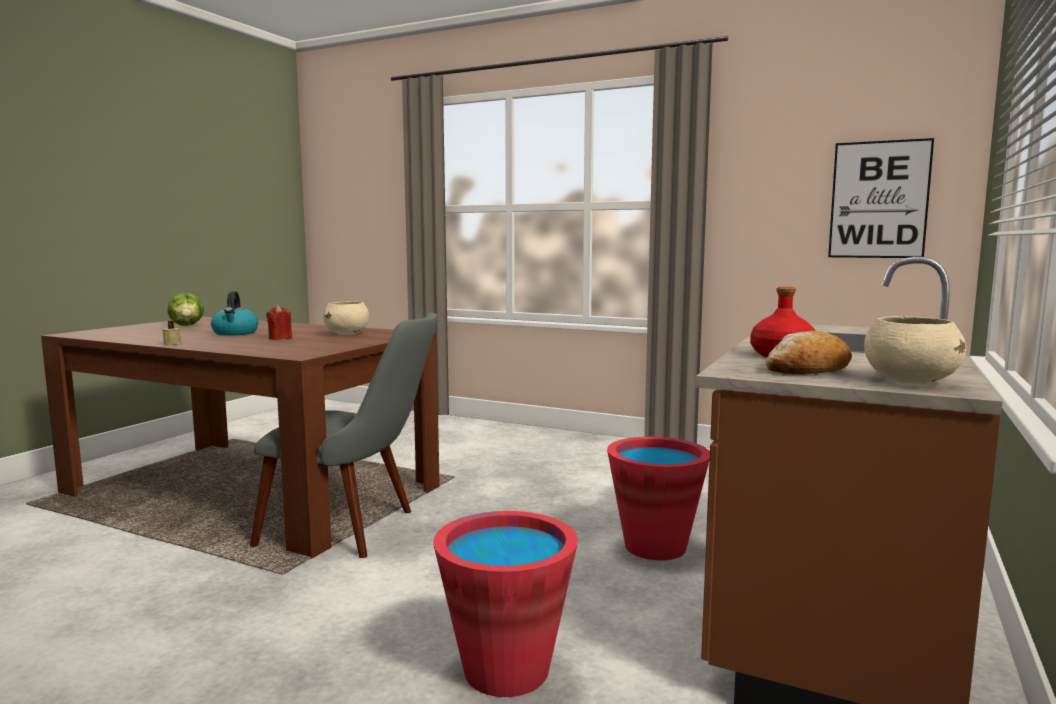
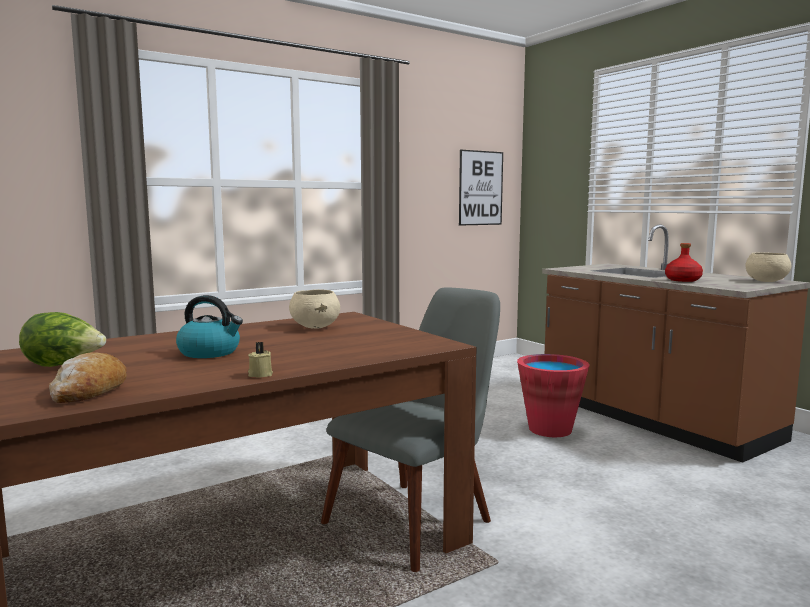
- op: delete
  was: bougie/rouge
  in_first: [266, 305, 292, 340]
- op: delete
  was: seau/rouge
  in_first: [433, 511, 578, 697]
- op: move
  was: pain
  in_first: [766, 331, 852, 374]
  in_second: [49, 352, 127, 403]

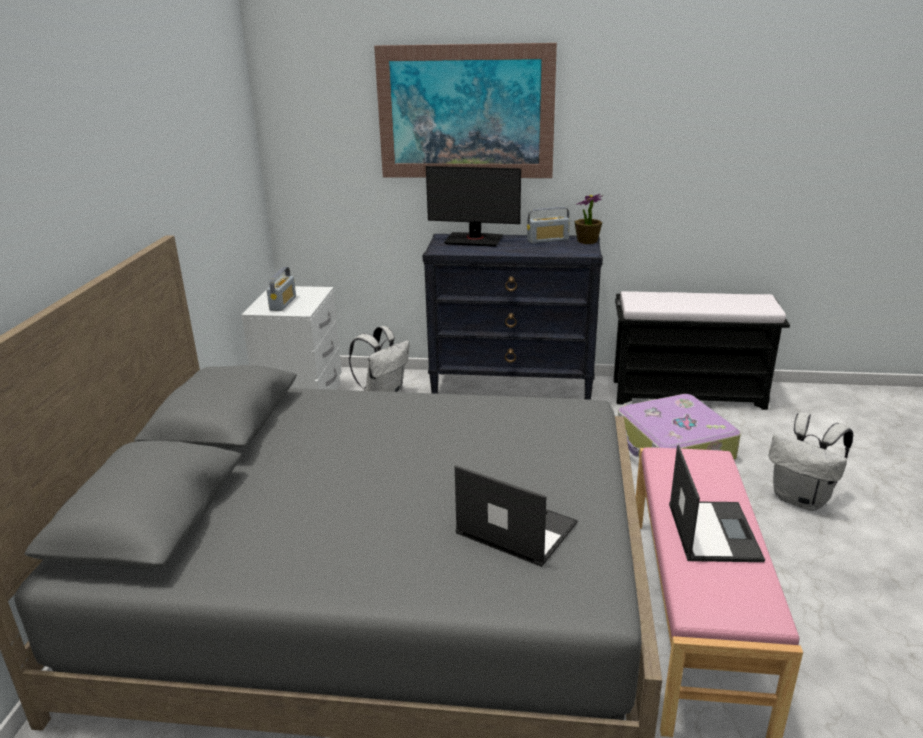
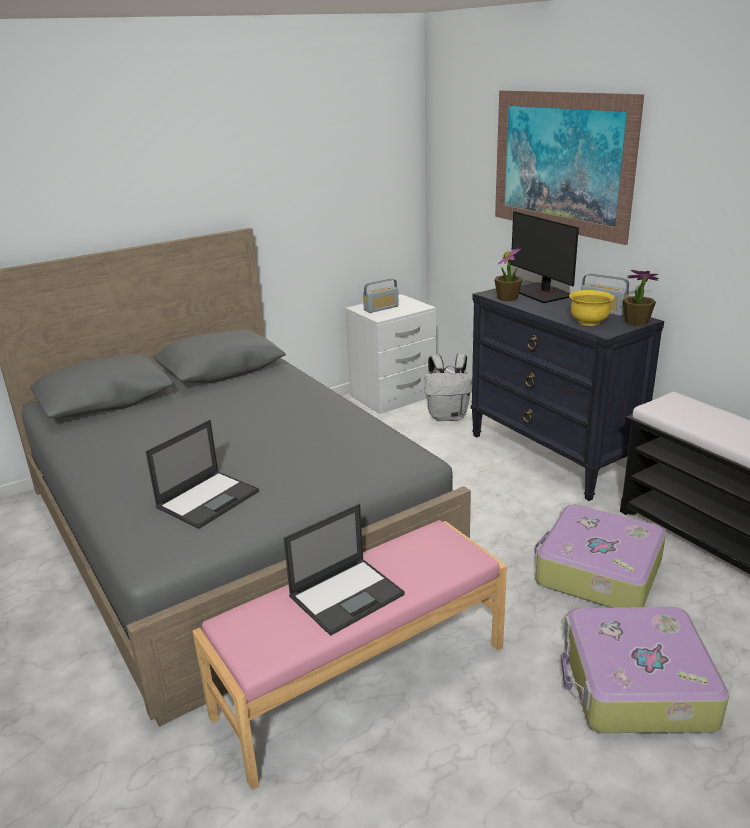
- op: insert
  now: plante en pot
  in_second: [494, 247, 523, 301]
- op: insert
  now: bol/jaune
  in_second: [569, 290, 614, 326]
- op: replace
  was: sac à dos/blanc
  now: valise
  in_first: [769, 413, 853, 511]
  in_second: [561, 607, 729, 733]
- op: rotate
  was: ordinateur portable
  in_first: [455, 465, 578, 567]
  in_second: [146, 420, 259, 529]
  clockwise: 45

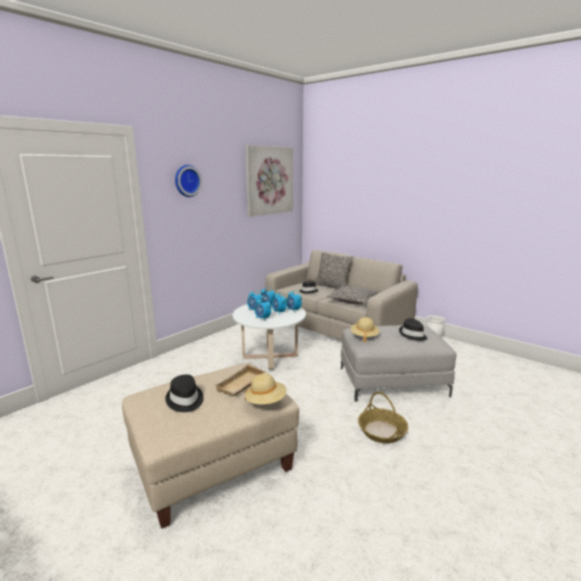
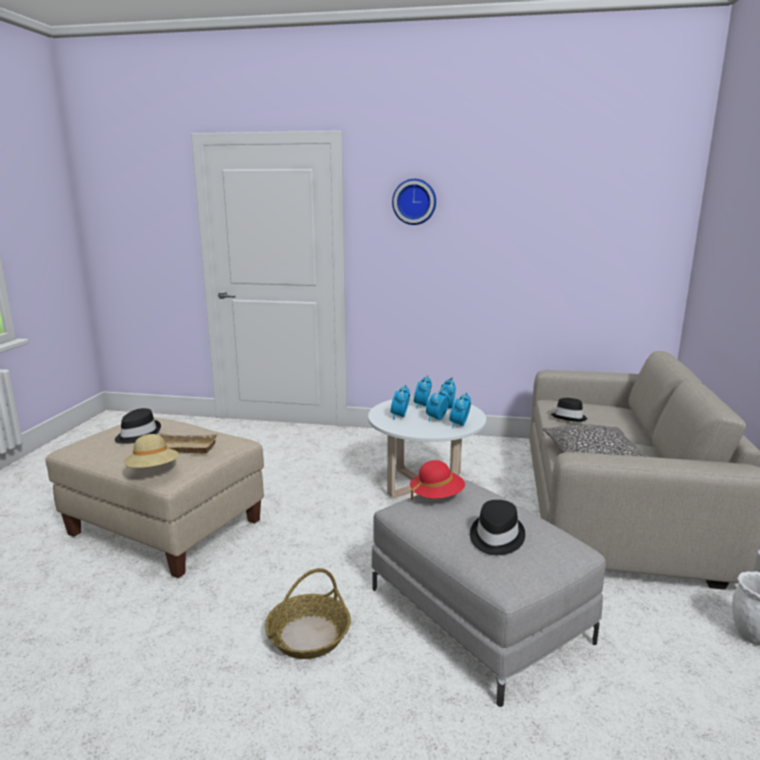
- op: delete
  was: tableau
  in_first: [246, 145, 293, 216]
- op: delete
  was: coussin
  in_first: [315, 252, 353, 289]
- op: recolor
  was: chapeau/beige
  now: chapeau/rouge
  in_first: [351, 317, 380, 342]
  in_second: [410, 460, 465, 501]

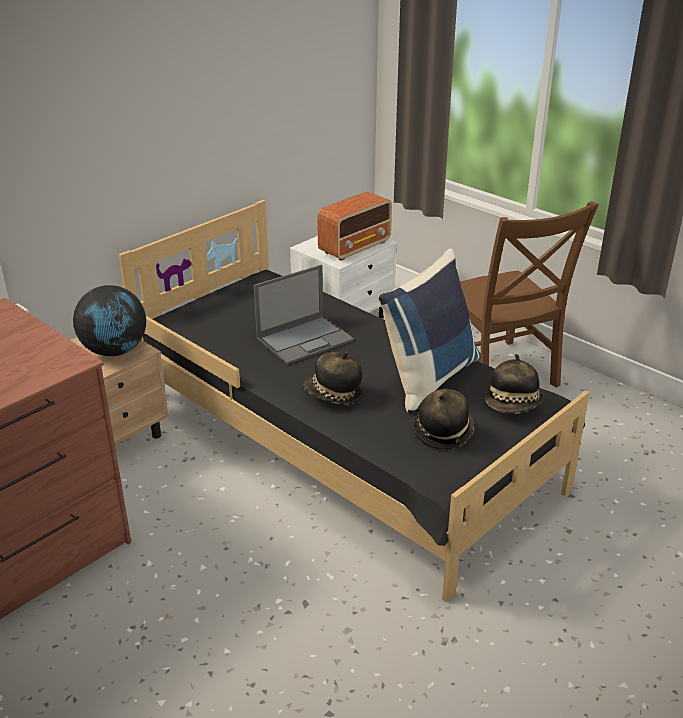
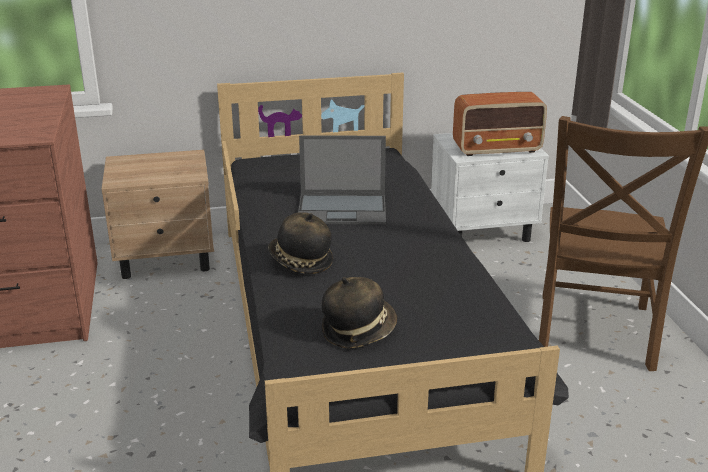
- op: delete
  was: globe
  in_first: [73, 285, 146, 356]
- op: delete
  was: coussin/bleu
  in_first: [378, 249, 481, 413]
- op: delete
  was: chapeau
  in_first: [485, 354, 543, 414]

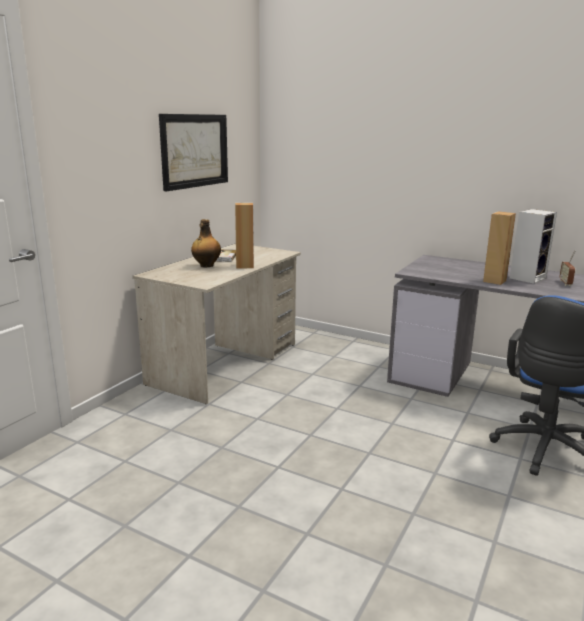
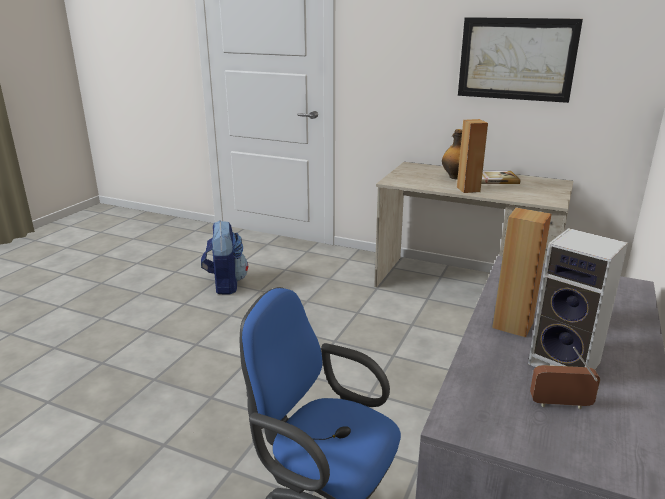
- op: insert
  now: sac à dos
  in_second: [201, 221, 248, 295]

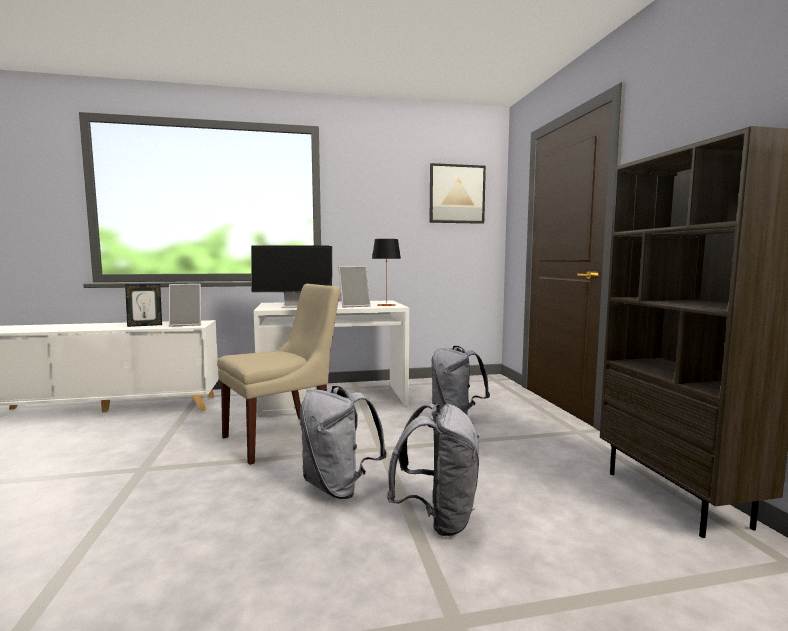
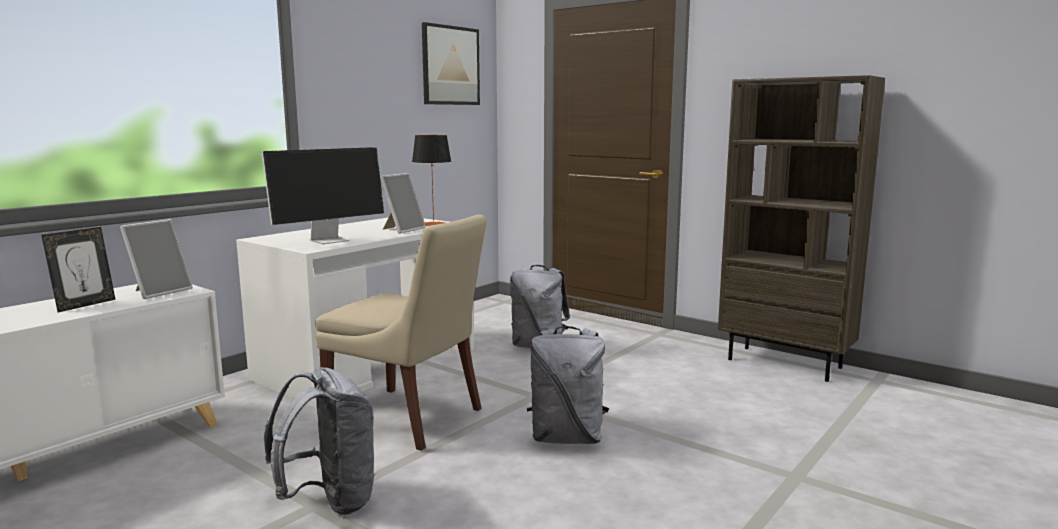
- op: move
  was: sac à dos/gris
  in_first: [387, 404, 479, 536]
  in_second: [264, 367, 376, 515]
- op: rotate
  was: chaise/beige
  in_first: [217, 284, 340, 465]
  in_second: [315, 215, 486, 451]
  clockwise: 105

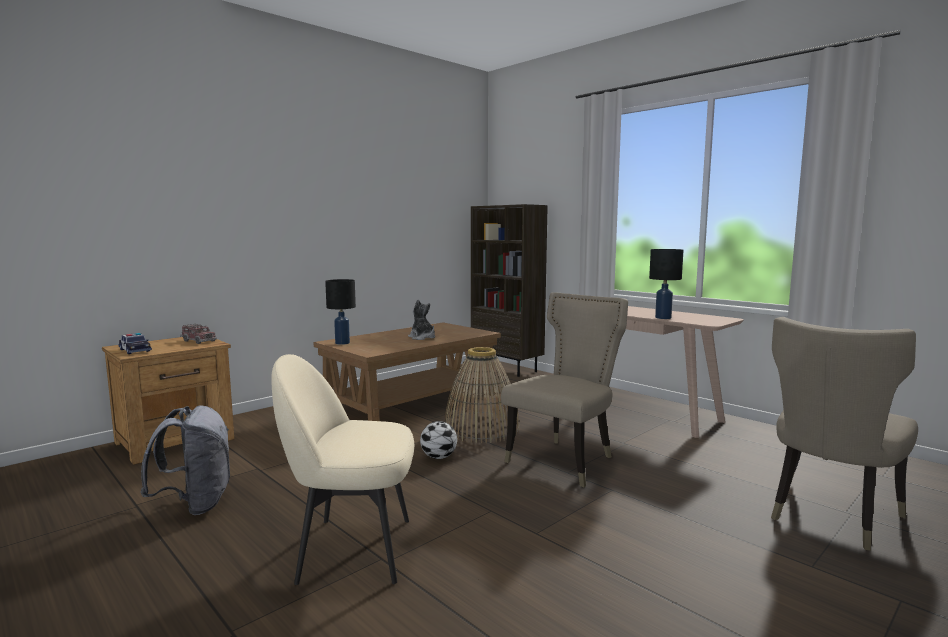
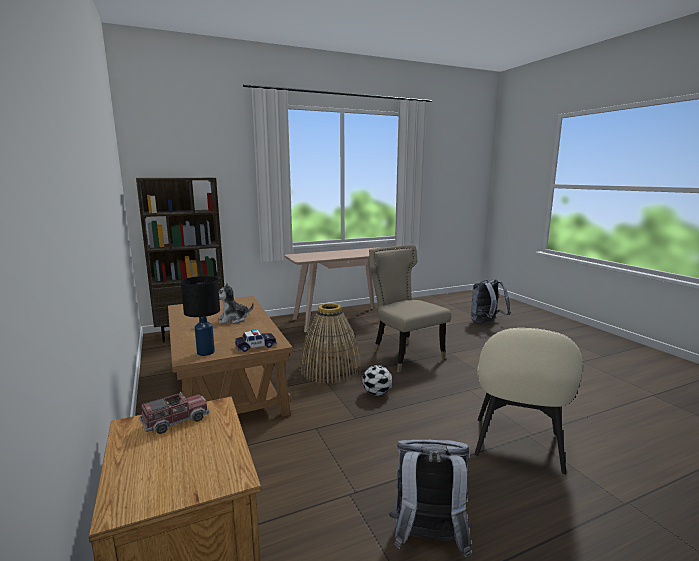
- op: delete
  was: lampe de table/noir
  in_first: [649, 249, 684, 319]
- op: move
  was: petite voiture
  in_first: [118, 333, 152, 354]
  in_second: [235, 329, 277, 352]
- op: replace
  was: chaise/beige
  now: sac à dos/gris
  in_first: [771, 317, 918, 551]
  in_second: [470, 279, 511, 323]

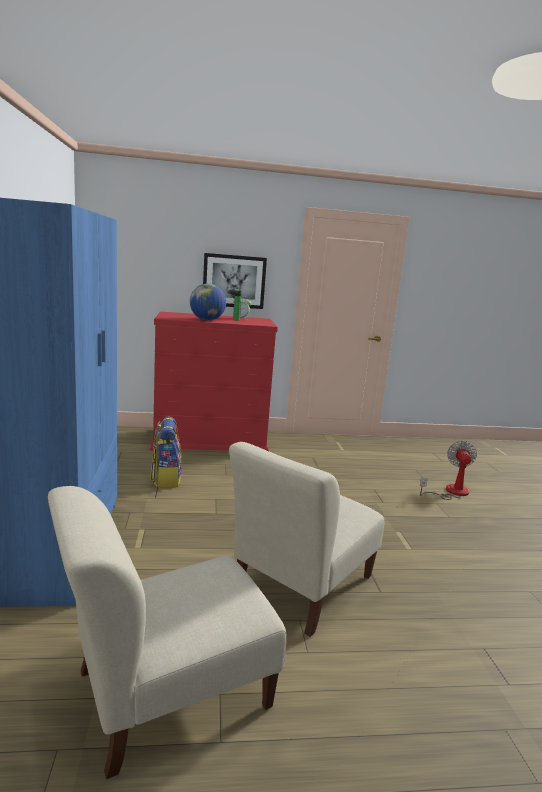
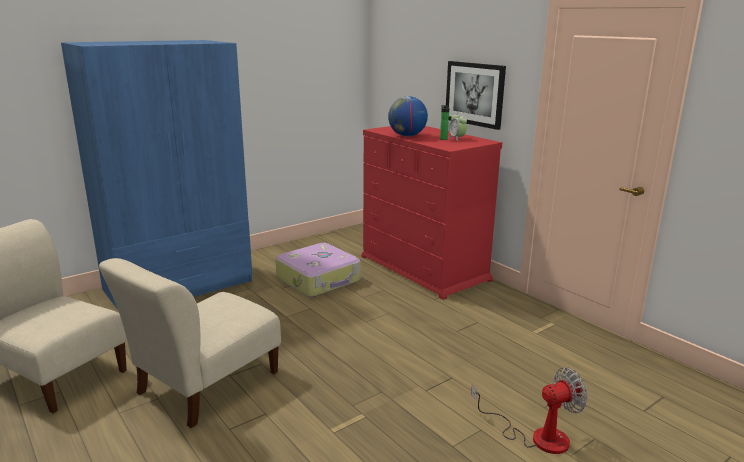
- op: replace
  was: sac à dos
  now: valise
  in_first: [150, 417, 182, 487]
  in_second: [275, 243, 360, 297]
- op: rotate
  was: chaise/beige
  in_first: [229, 442, 385, 637]
  in_second: [99, 258, 281, 428]
  clockwise: -60

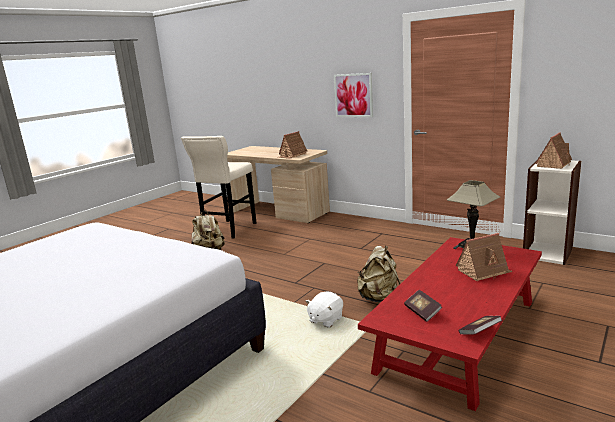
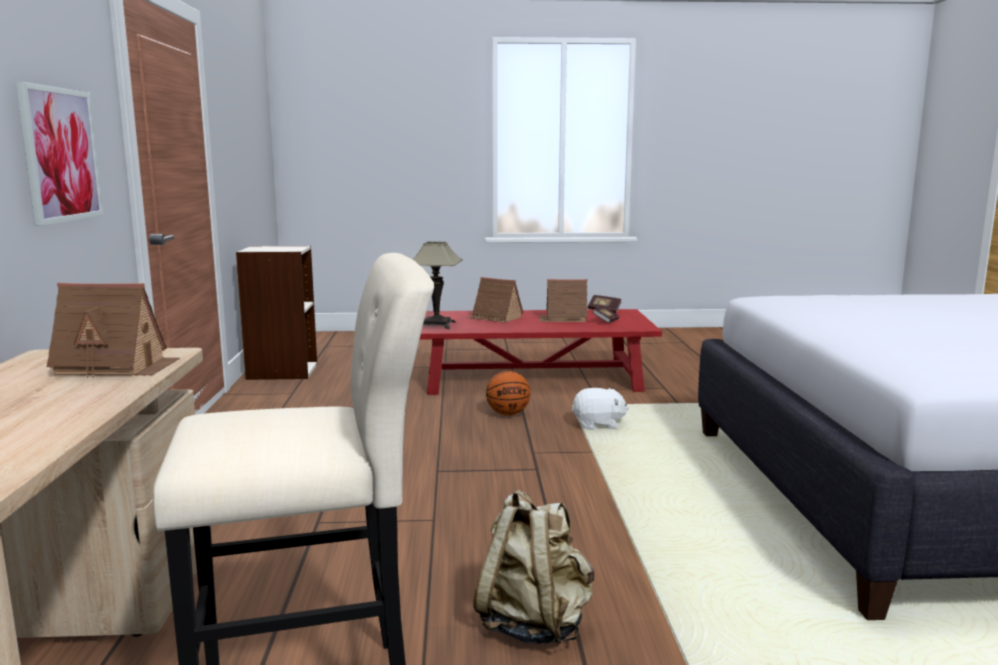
- op: move
  was: maison miniature
  in_first: [535, 132, 572, 169]
  in_second: [539, 279, 588, 322]
- op: replace
  was: sac à dos/beige
  now: ballon de basket
  in_first: [357, 246, 400, 302]
  in_second: [486, 371, 530, 415]

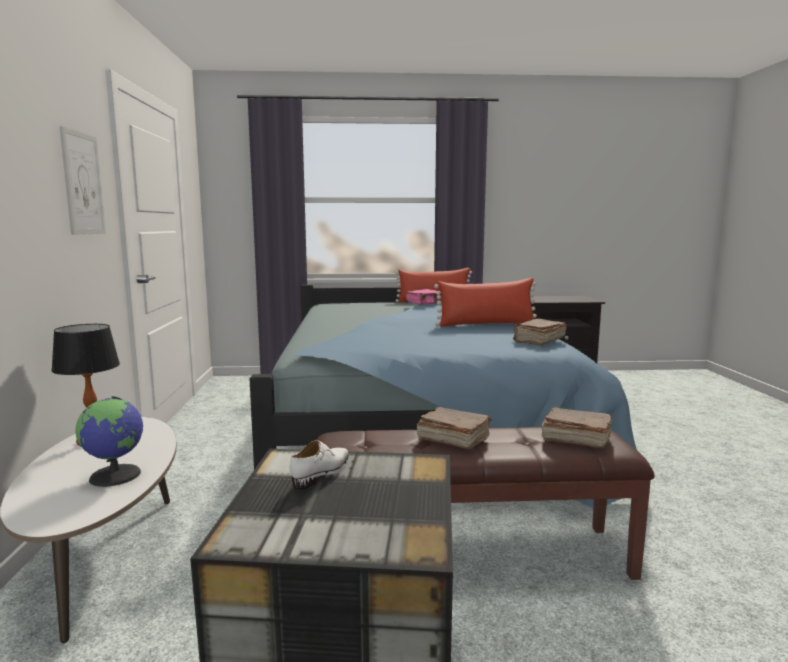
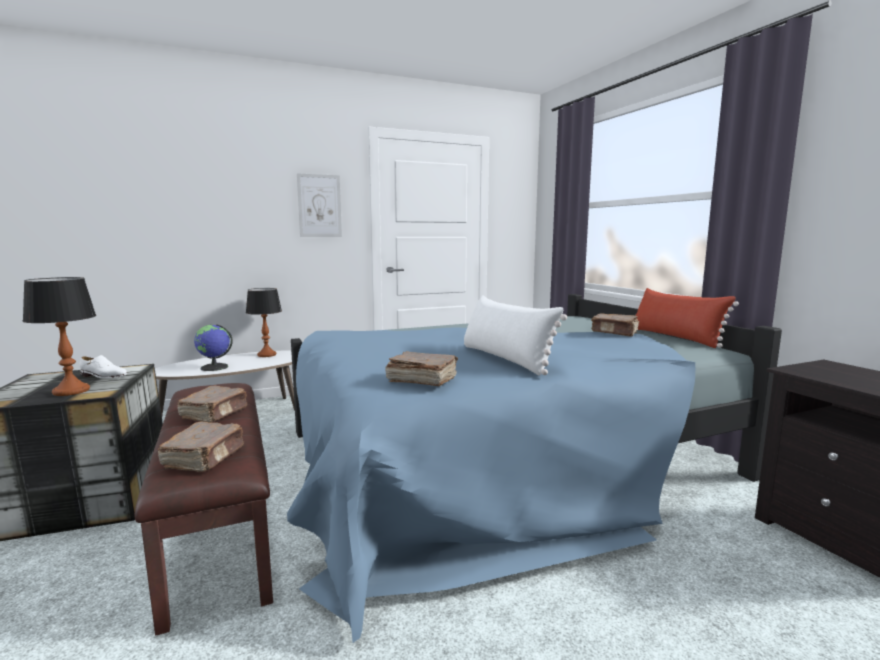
- op: insert
  now: lampe de table
  in_second: [22, 277, 96, 396]
- op: recolor
  was: livre/rose
  now: livre/marron
  in_first: [406, 289, 442, 305]
  in_second: [591, 313, 639, 337]
- op: recolor
  was: coussin/rouge
  now: coussin/blanc
  in_first: [434, 278, 537, 327]
  in_second: [464, 295, 567, 376]

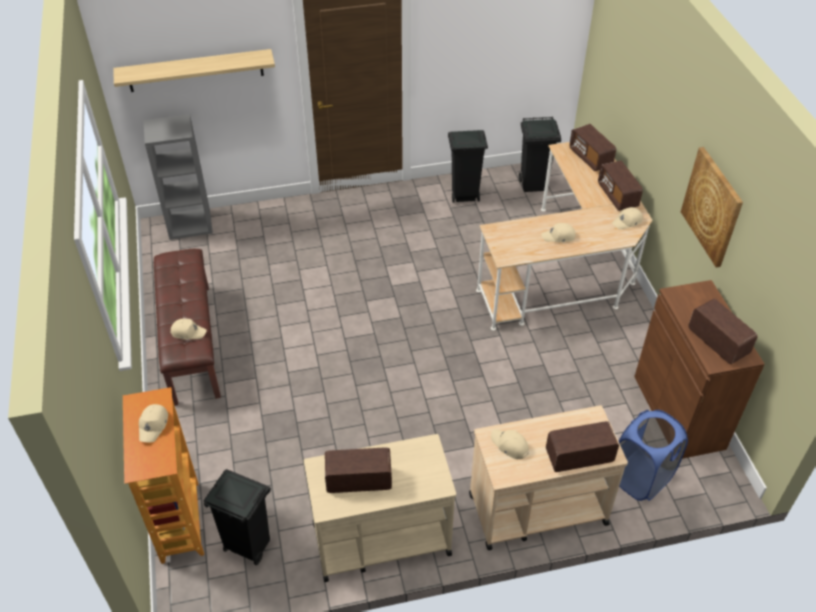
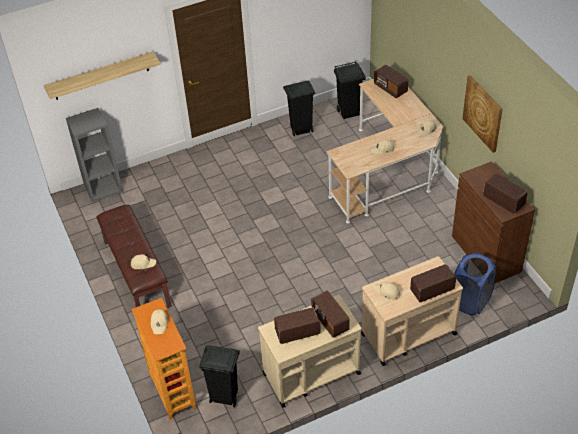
- op: move
  was: radio
  in_first: [598, 161, 643, 211]
  in_second: [311, 291, 350, 338]

